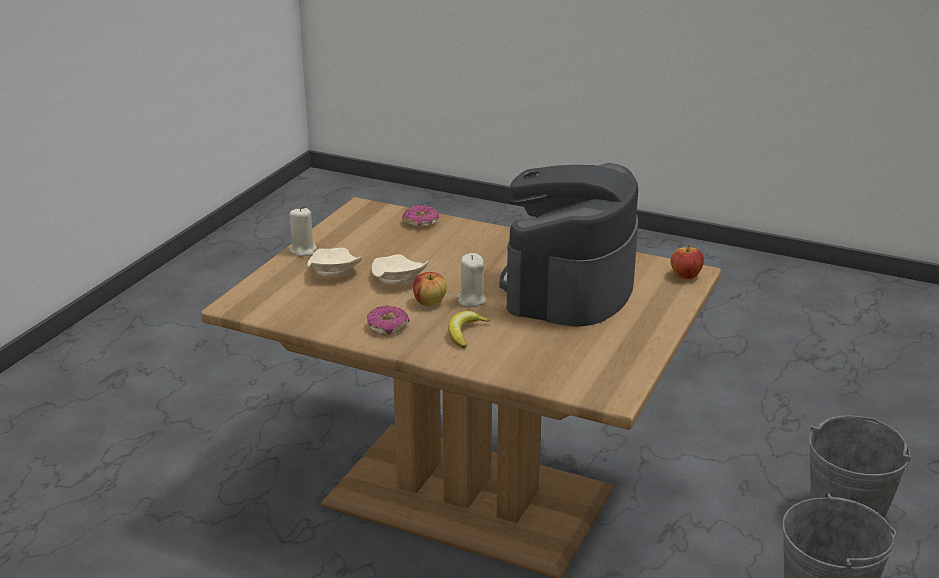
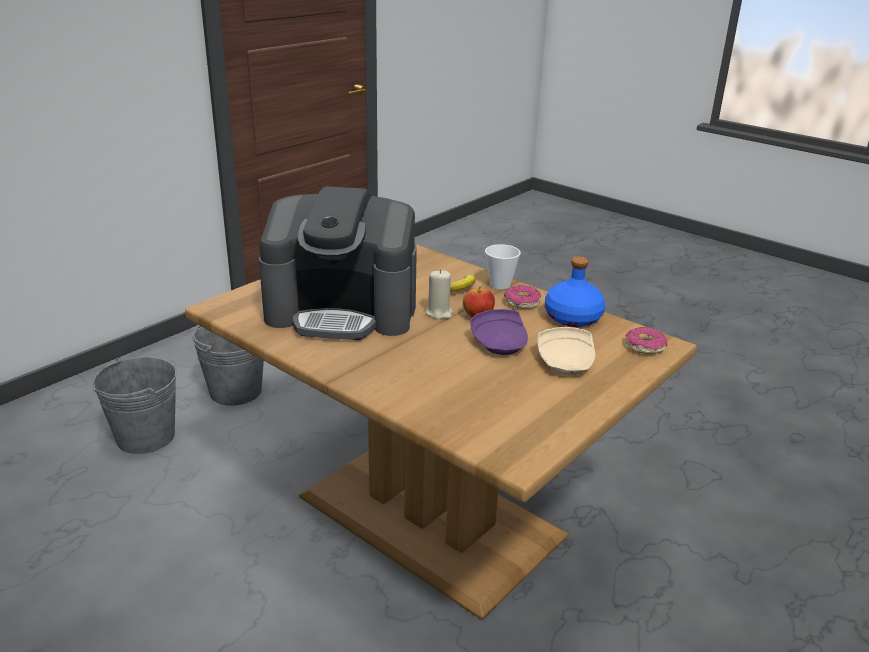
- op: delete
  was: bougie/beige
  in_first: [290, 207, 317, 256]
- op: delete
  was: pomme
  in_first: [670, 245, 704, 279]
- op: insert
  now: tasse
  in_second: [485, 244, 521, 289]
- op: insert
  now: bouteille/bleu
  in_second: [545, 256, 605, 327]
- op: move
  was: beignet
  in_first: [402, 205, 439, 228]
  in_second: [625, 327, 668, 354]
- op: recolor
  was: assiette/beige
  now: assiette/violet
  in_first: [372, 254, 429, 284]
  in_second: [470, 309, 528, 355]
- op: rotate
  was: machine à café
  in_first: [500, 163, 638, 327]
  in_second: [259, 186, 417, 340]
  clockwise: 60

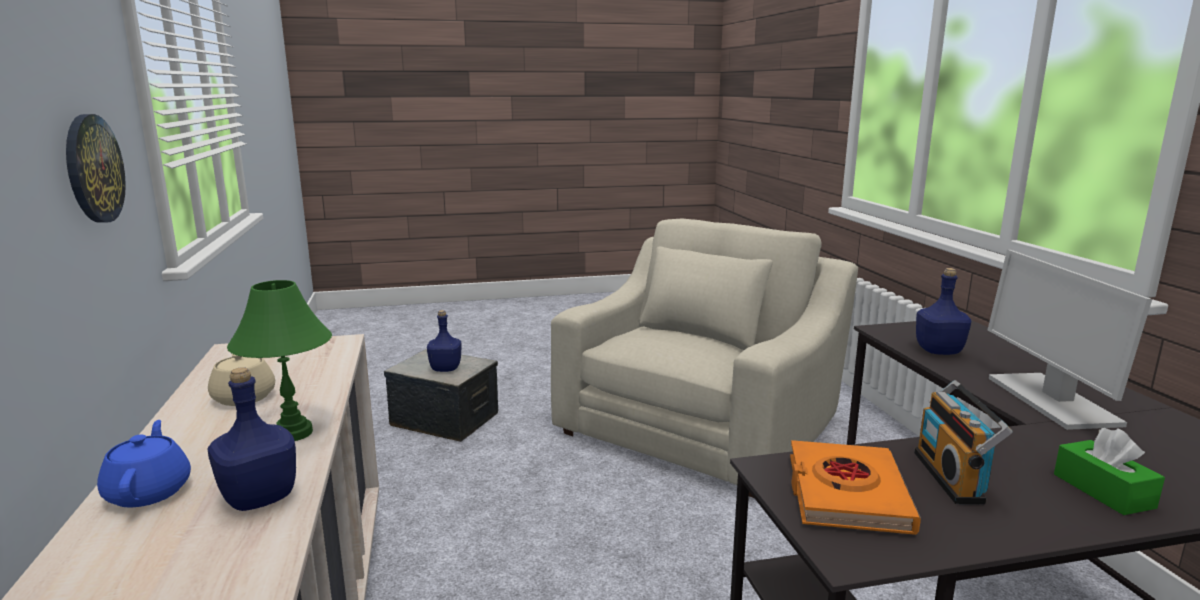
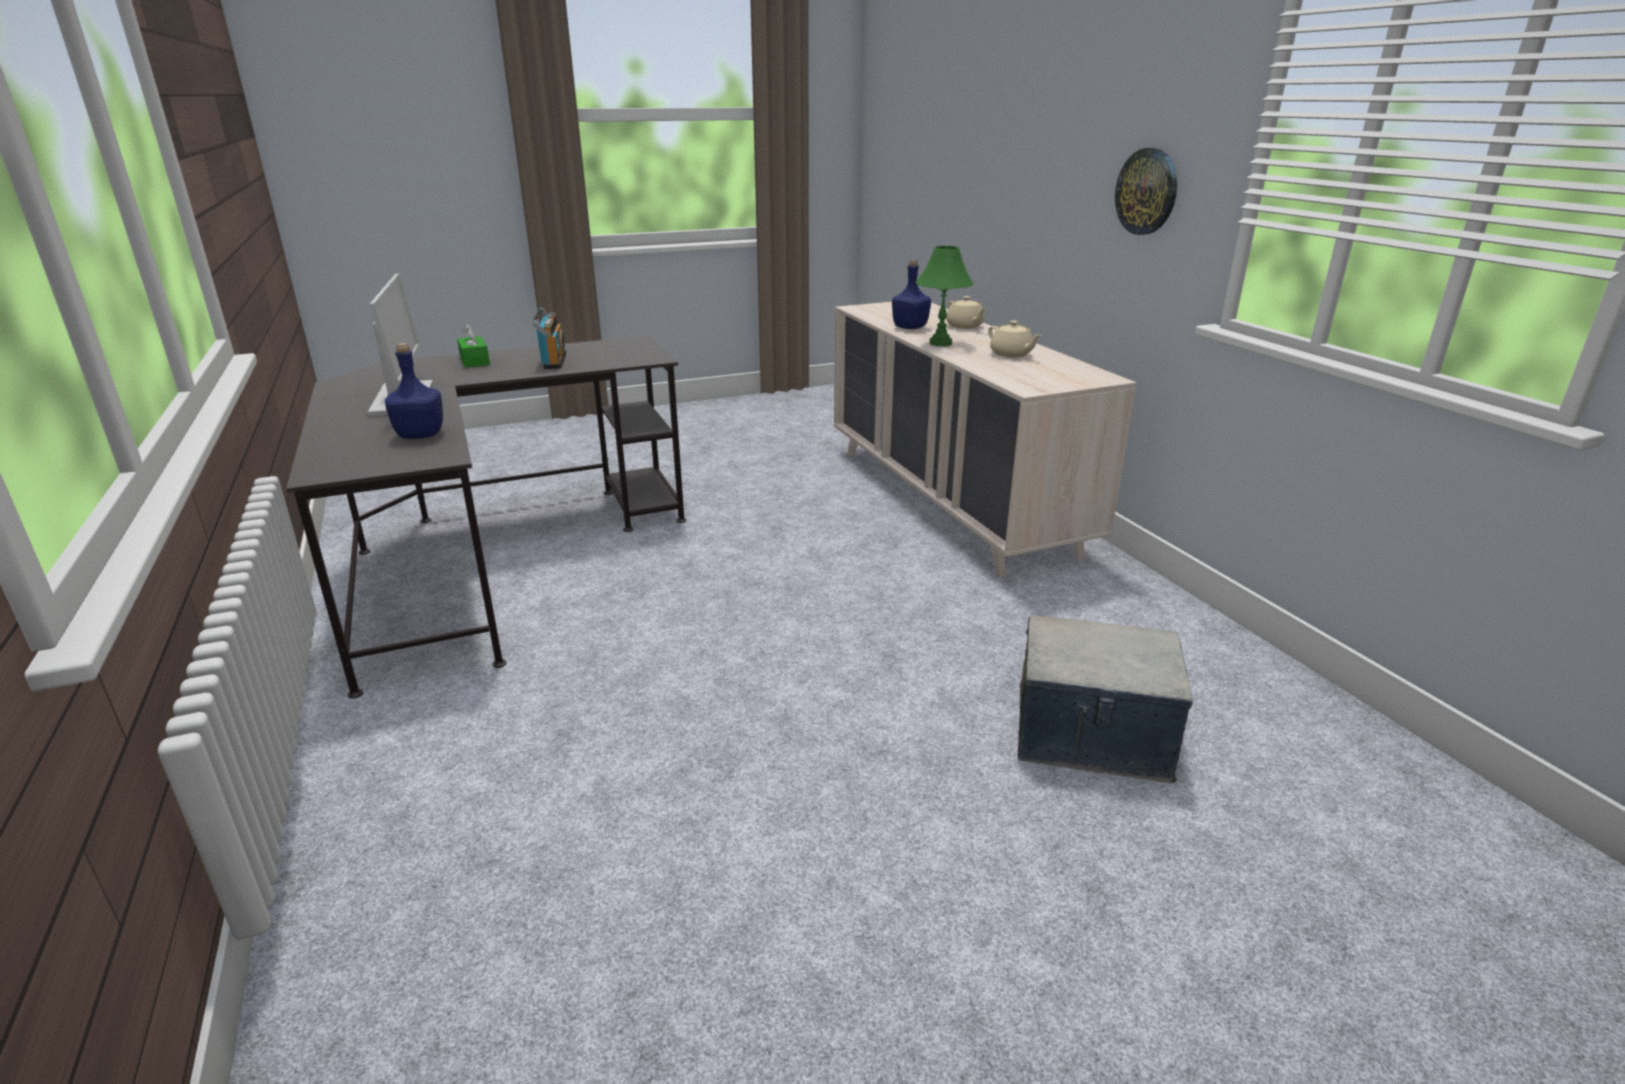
- op: delete
  was: bouteille/bleu
  in_first: [427, 310, 462, 372]
- op: delete
  was: fauteuil/beige
  in_first: [551, 219, 858, 498]
- op: delete
  was: livre/orange
  in_first: [790, 440, 921, 535]
- op: recolor
  was: théière/bleu
  now: théière/beige
  in_first: [97, 420, 191, 508]
  in_second: [946, 296, 986, 329]

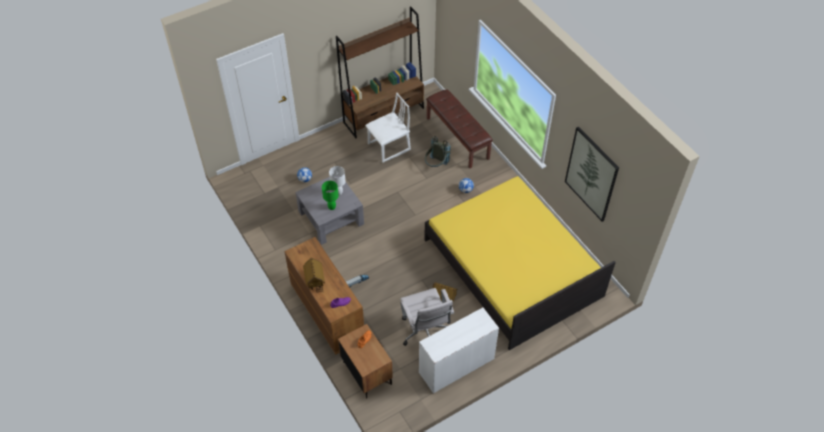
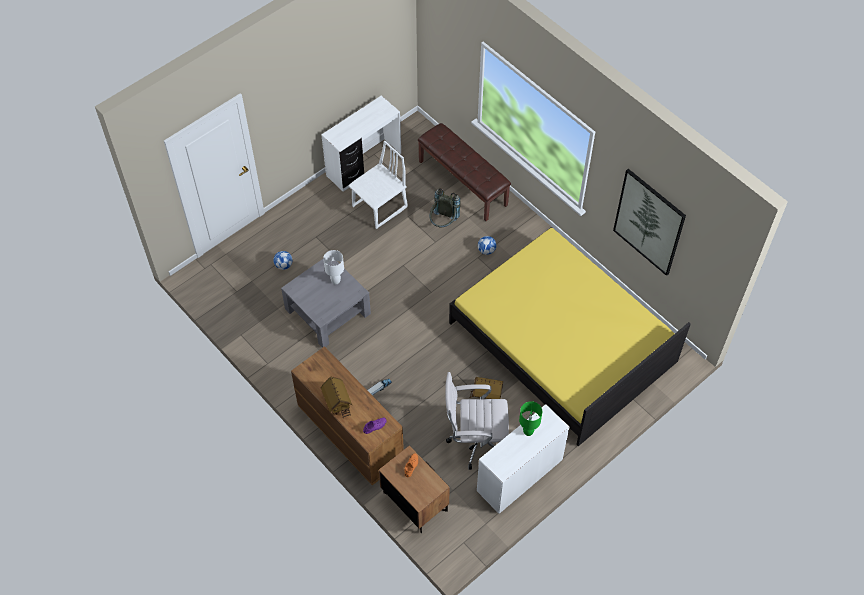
- op: move
  was: lampe de table/vert
  in_first: [322, 181, 339, 210]
  in_second: [519, 401, 542, 436]
- op: replace
  was: bibliothèque/marron
  now: bureau/blanc
  in_first: [336, 6, 424, 138]
  in_second: [321, 95, 401, 191]
- op: rotate
  was: chaise de bureau/blanc
  in_first: [400, 288, 454, 346]
  in_second: [445, 372, 509, 470]
  clockwise: 120

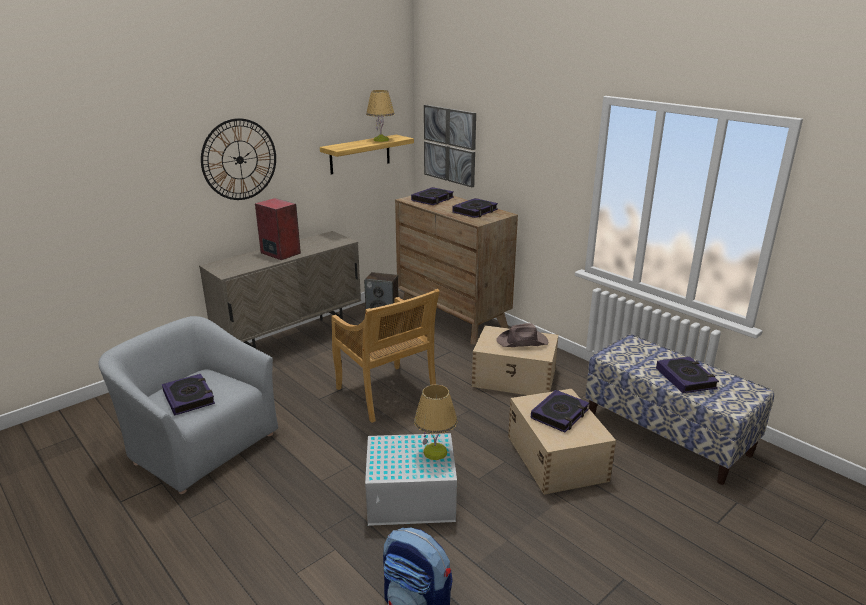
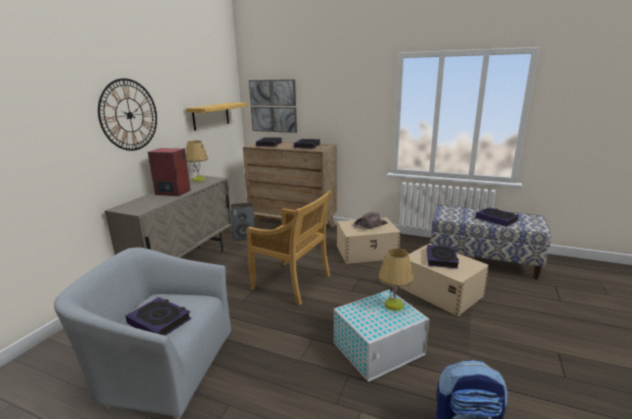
- op: move
  was: lampe de table
  in_first: [366, 90, 395, 142]
  in_second: [186, 141, 208, 182]

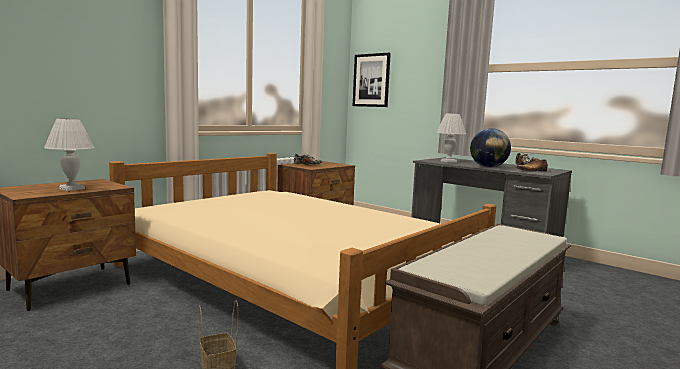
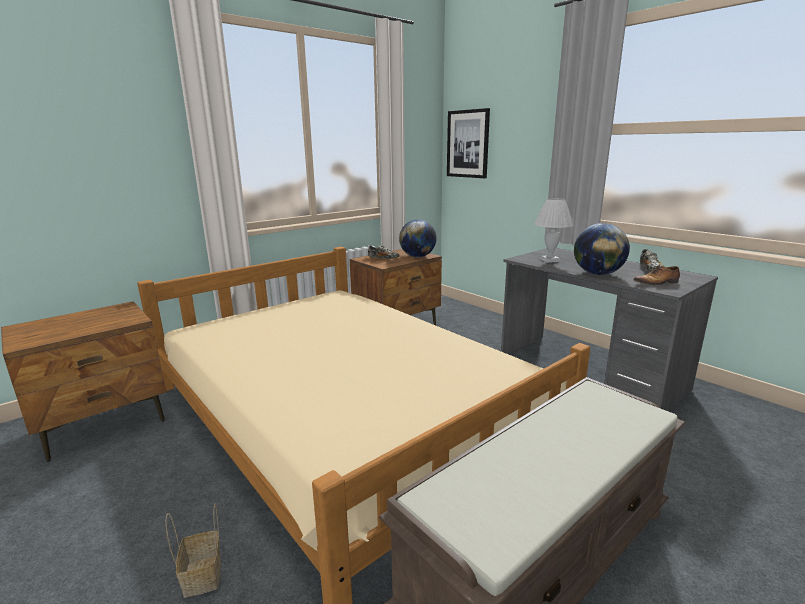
- op: delete
  was: lampe de table/blanc
  in_first: [44, 118, 94, 191]
- op: insert
  now: globe
  in_second: [399, 219, 437, 257]

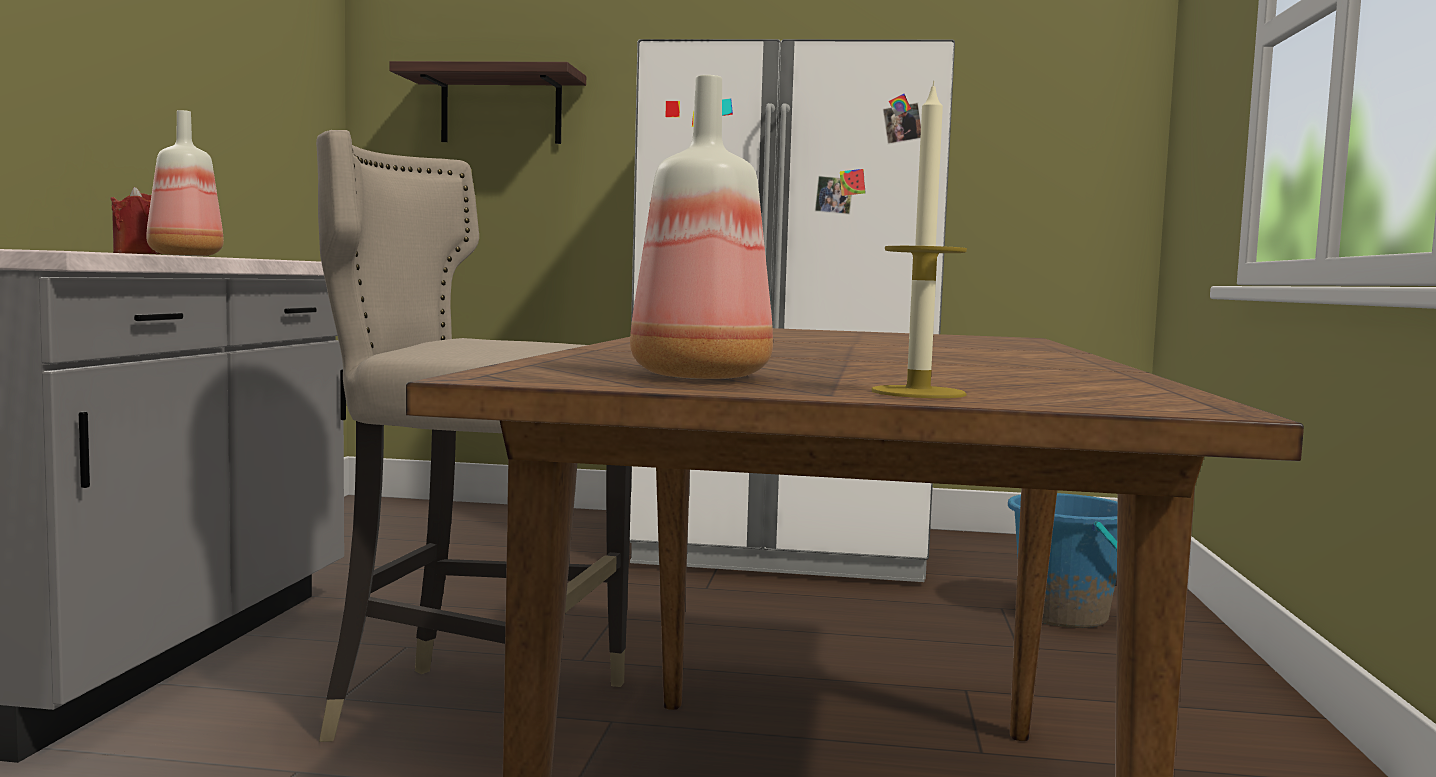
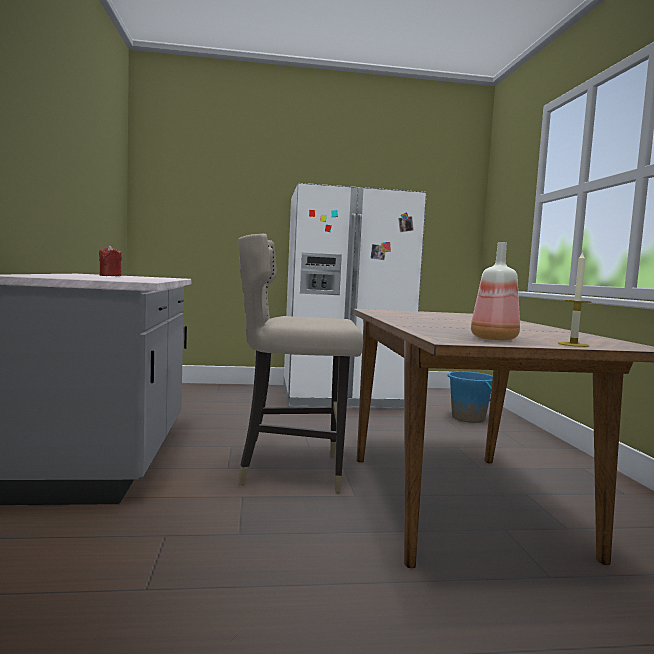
- op: delete
  was: bouteille
  in_first: [146, 110, 224, 256]
- op: delete
  was: étagère
  in_first: [389, 61, 586, 144]

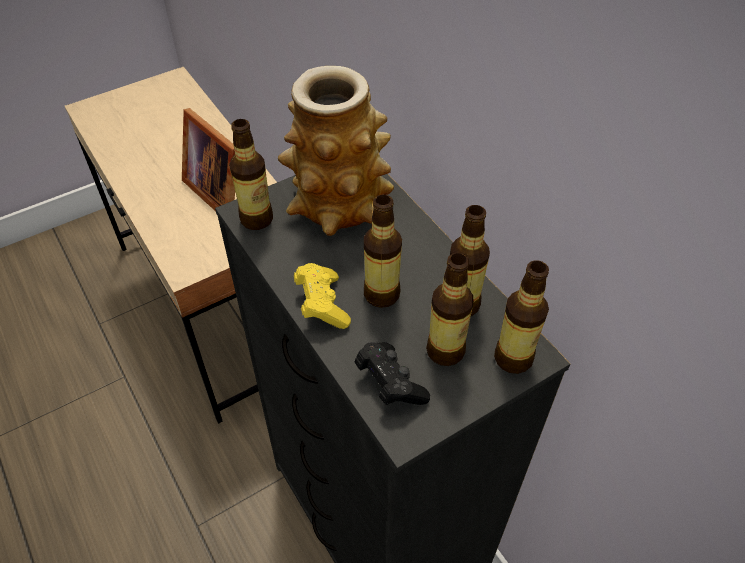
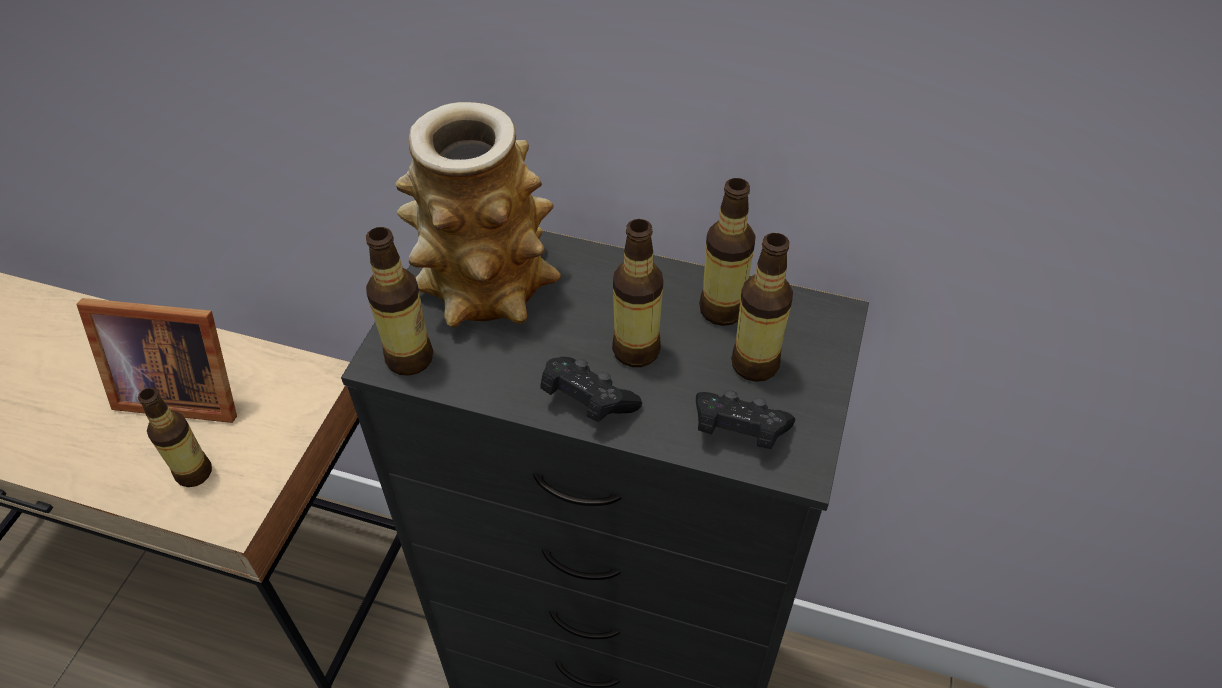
- op: move
  was: bouteille
  in_first: [494, 260, 549, 374]
  in_second: [138, 388, 212, 487]
- op: recolor
  was: manette/jaune
  now: manette/noir
  in_first: [294, 263, 351, 329]
  in_second: [540, 356, 642, 422]

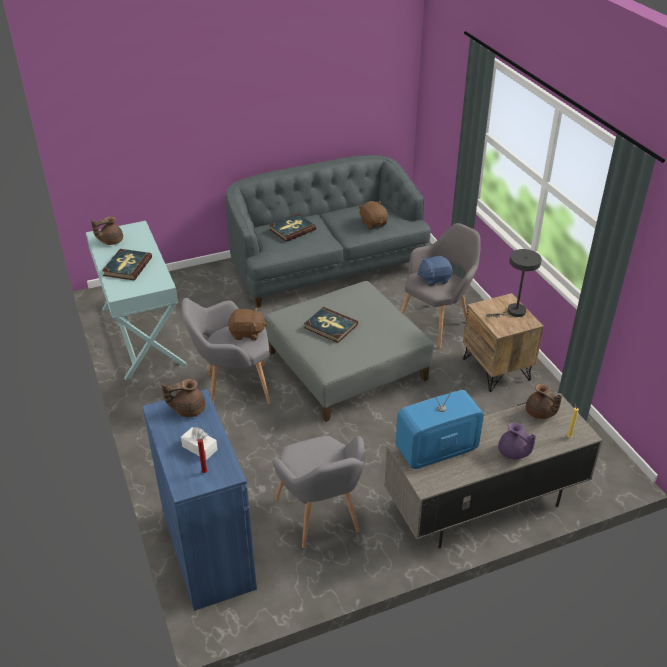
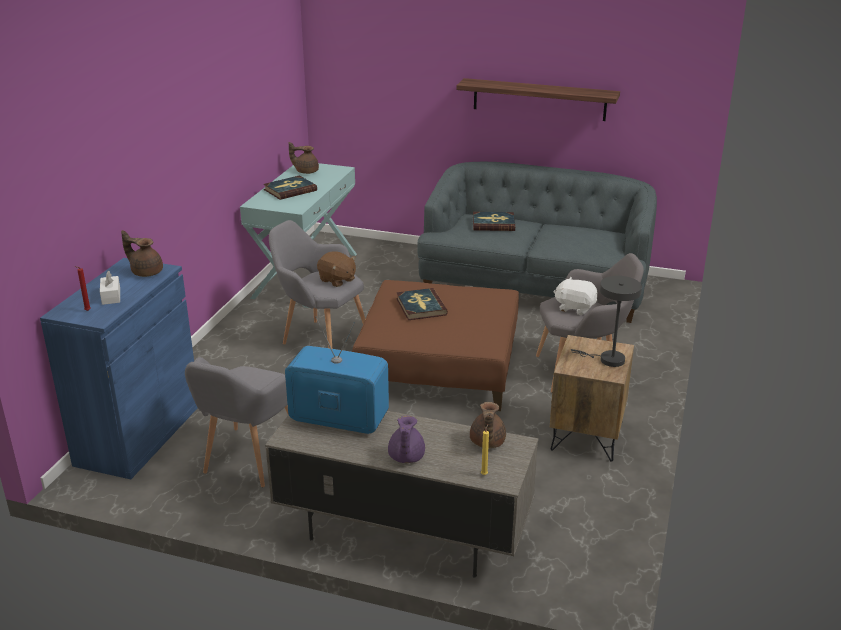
- op: delete
  was: peluche/marron
  in_first: [359, 201, 388, 229]
- op: insert
  now: étagère
  in_second: [456, 78, 620, 121]
- op: recolor
  was: pouf/gris
  now: pouf/marron
  in_first: [264, 281, 434, 422]
  in_second: [352, 280, 519, 411]
- op: recolor
  was: peluche/bleu
  now: peluche/blanc
  in_first: [417, 256, 452, 286]
  in_second: [553, 277, 598, 315]

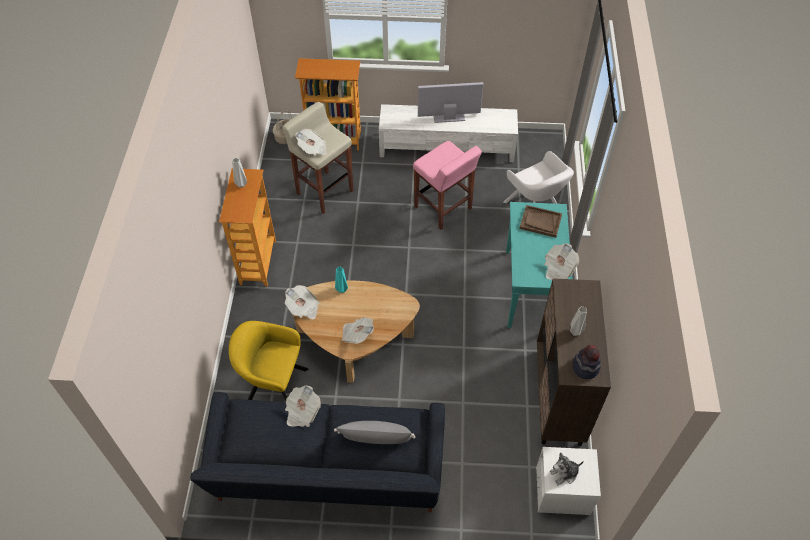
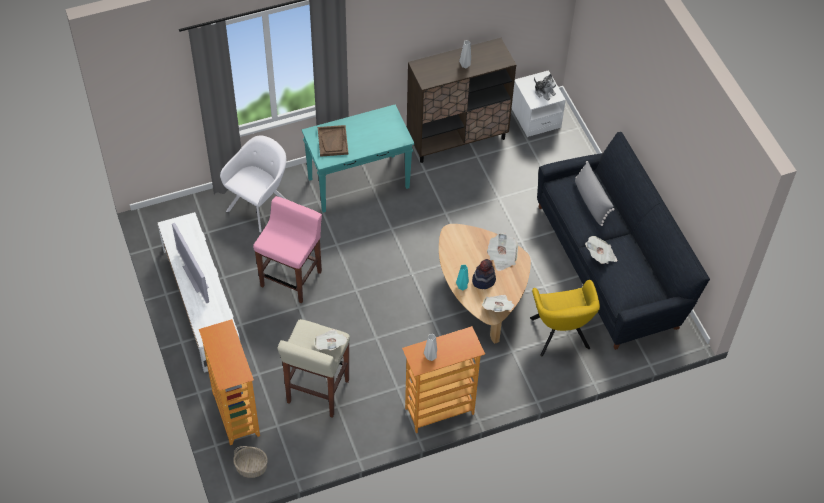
- op: delete
  was: journal
  in_first: [544, 243, 579, 280]
- op: move
  was: chapeau
  in_first: [572, 345, 601, 379]
  in_second: [472, 259, 496, 289]

